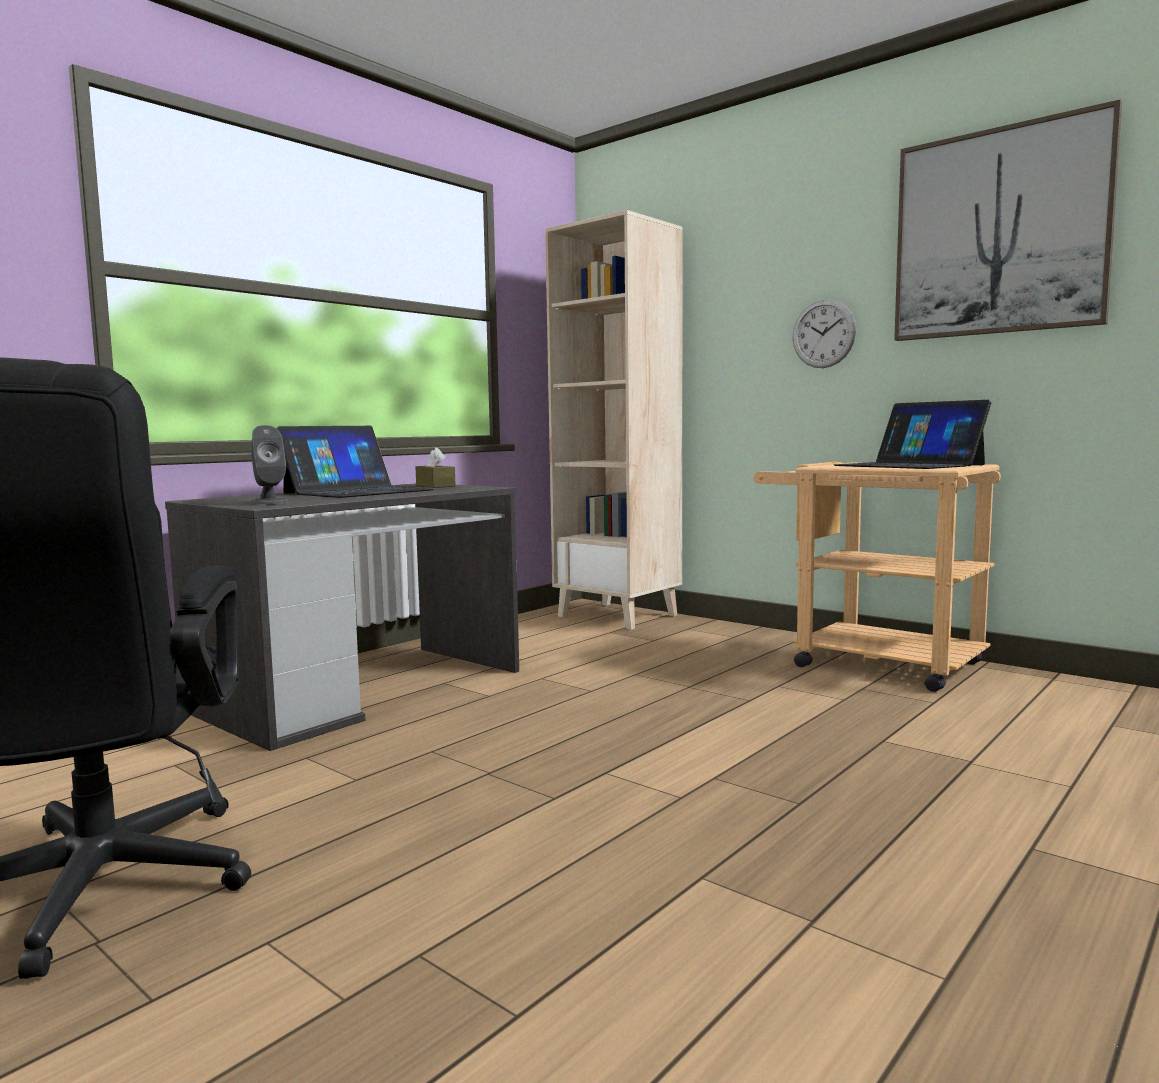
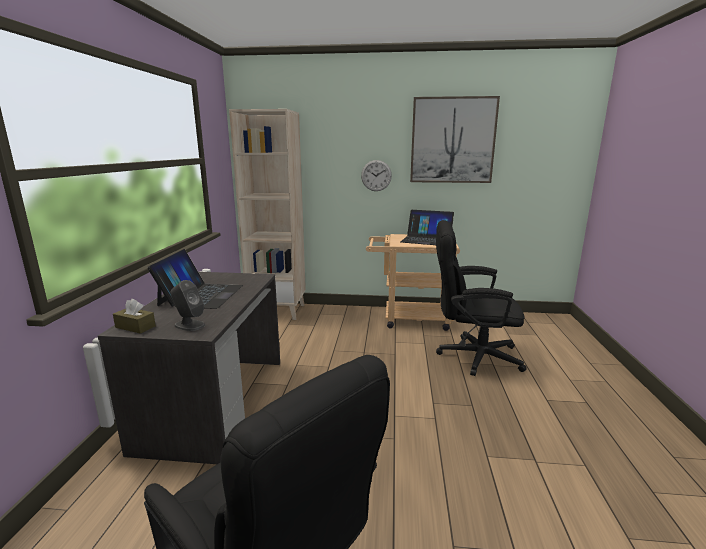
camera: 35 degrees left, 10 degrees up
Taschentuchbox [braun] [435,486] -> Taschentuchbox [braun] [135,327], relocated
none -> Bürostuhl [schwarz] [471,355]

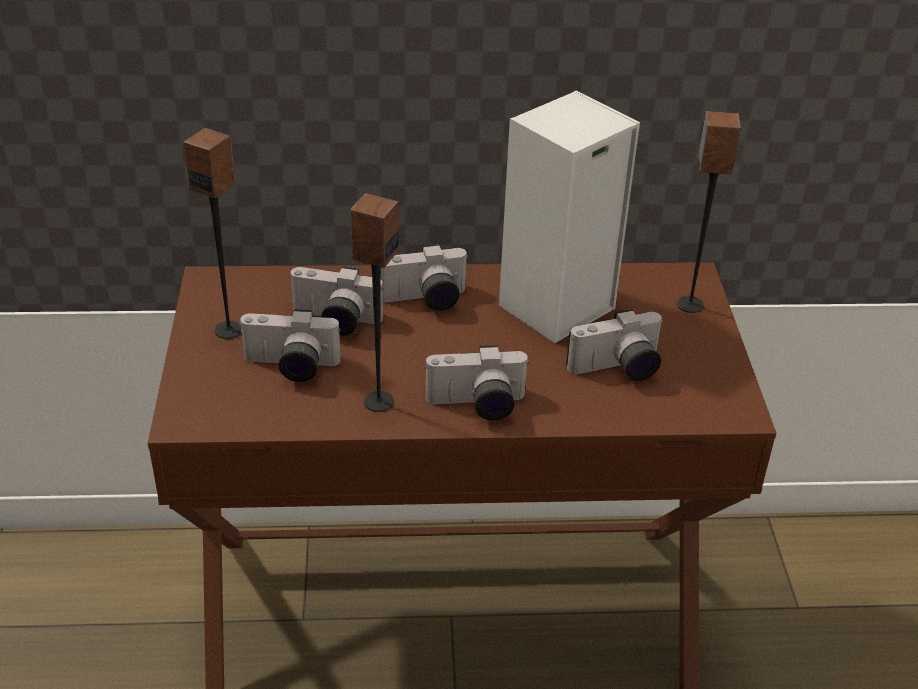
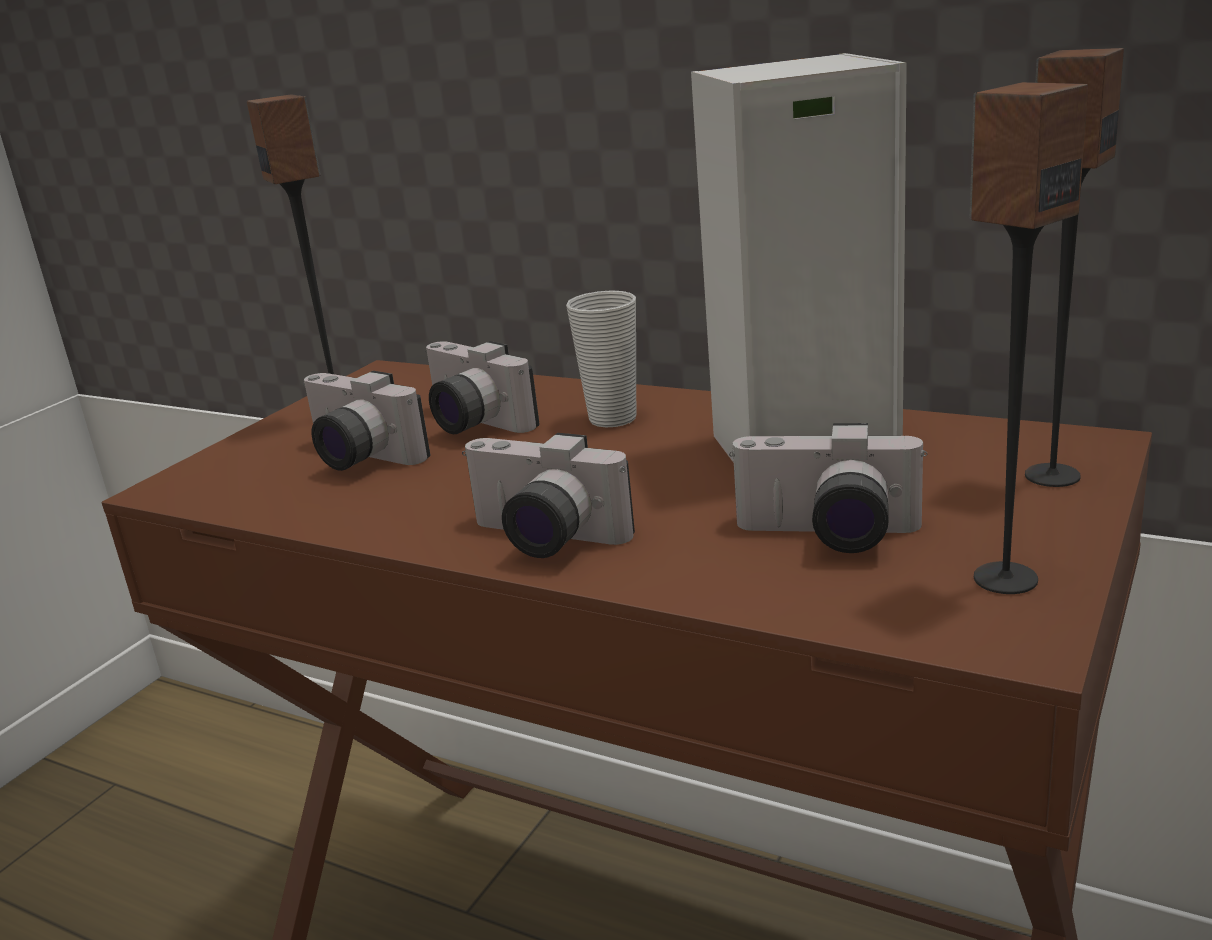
camera: 35 degrees right, 15 degrees down
Lautsprecher [378,401] -> Lautsprecher [1004,578], relocated
Kamera [424,301] -> Tasse [613,419]

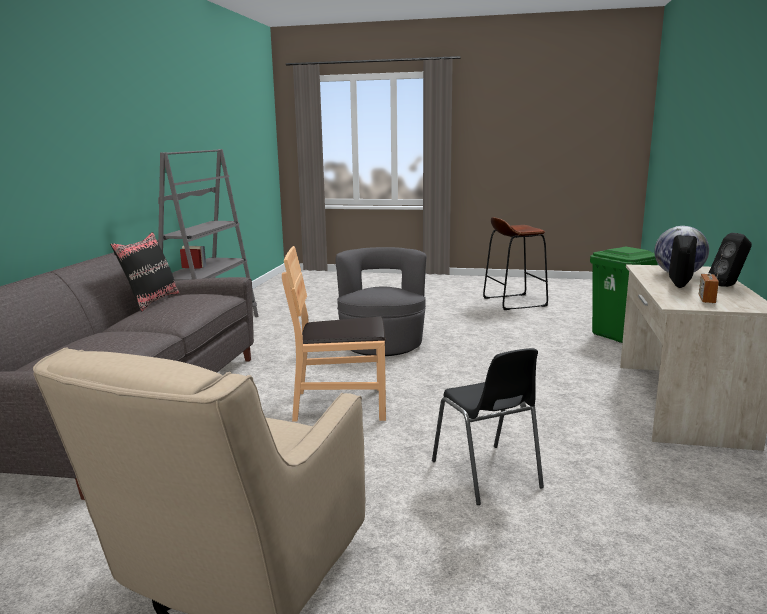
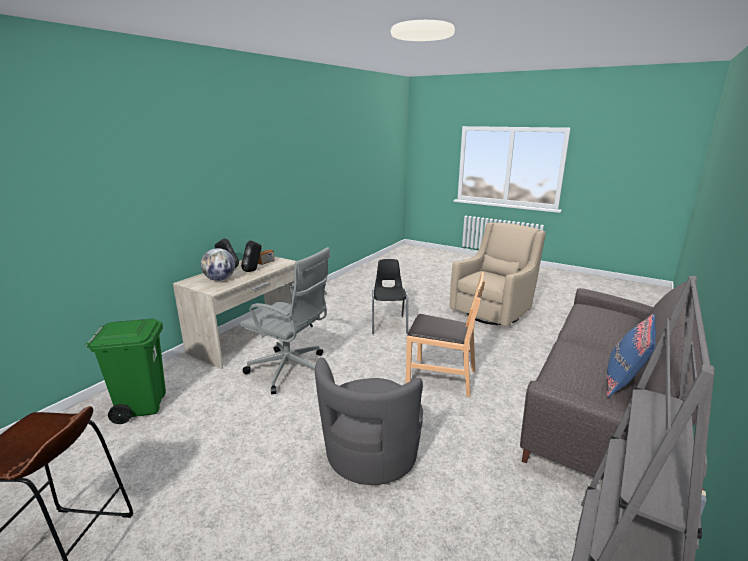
camera: 160 degrees left, 5 degrees up
Kissen [schwarz] [151,301] -> Kissen [blau] [623,383]
none -> Bürostuhl [grau] [291,370]

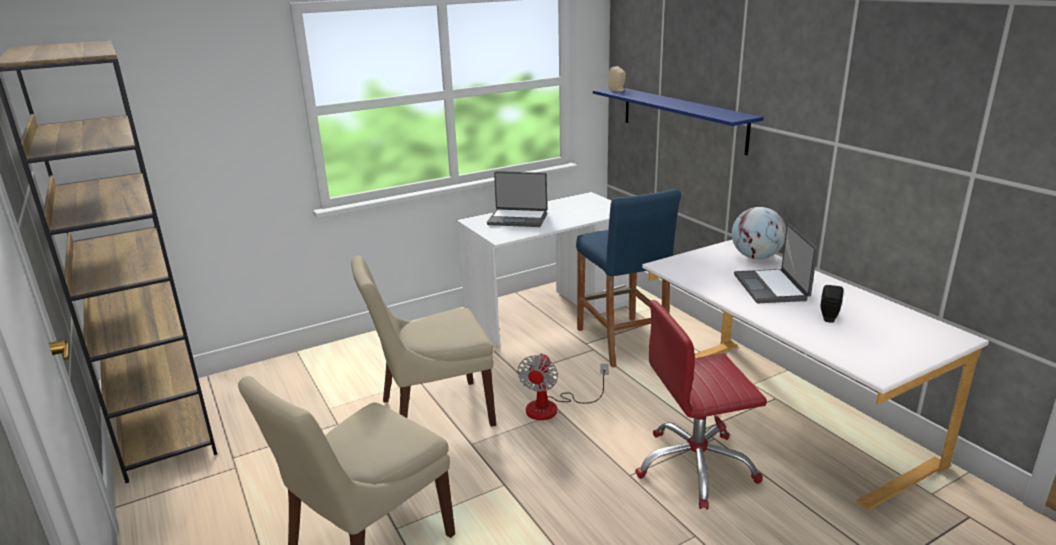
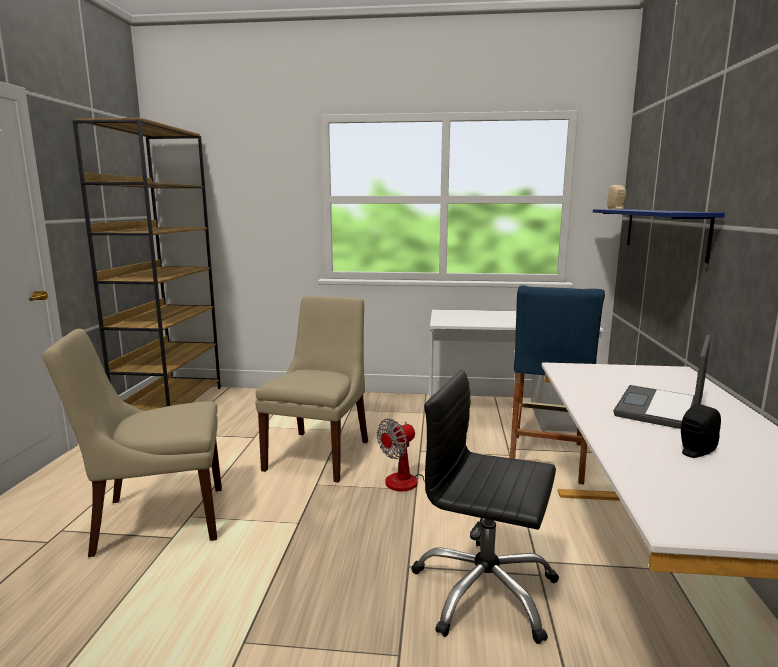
camera: 35 degrees right, 10 degrees down
Laptop [518,219] -> none
Globus [756,257] -> none
Stuhl [beige] [432,413] -> Stuhl [beige] [319,454], 90 degrees clockwise
Bürostuhl [rot] [695,467] -> Bürostuhl [schwarz] [484,591]

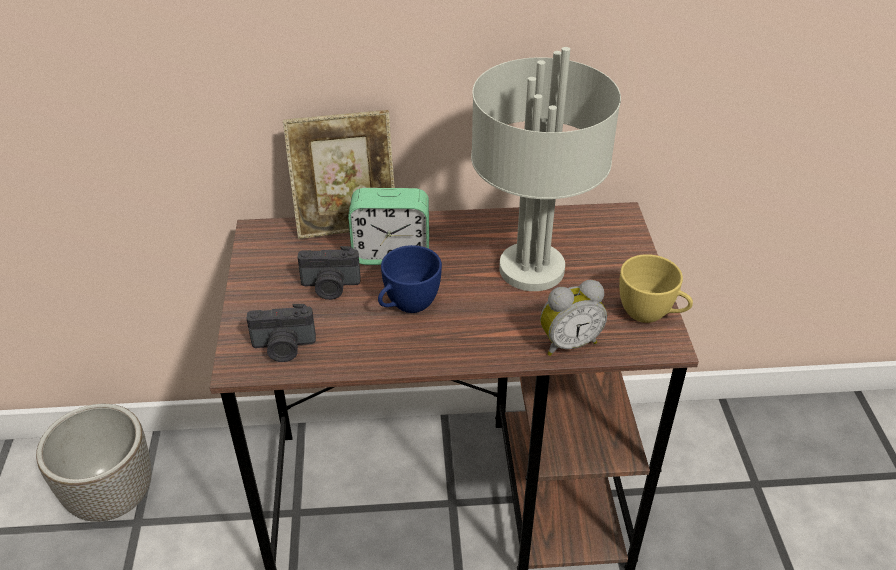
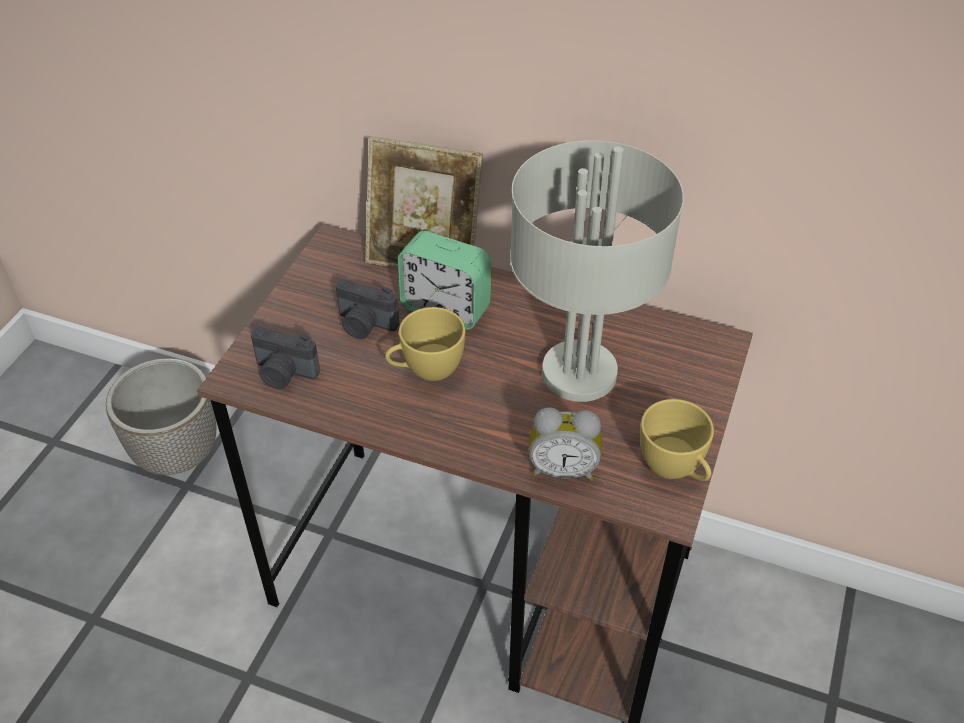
camera: 25 degrees right, 5 degrees up
Tasse [blau] [407,305] -> Tasse [gelb] [426,370]

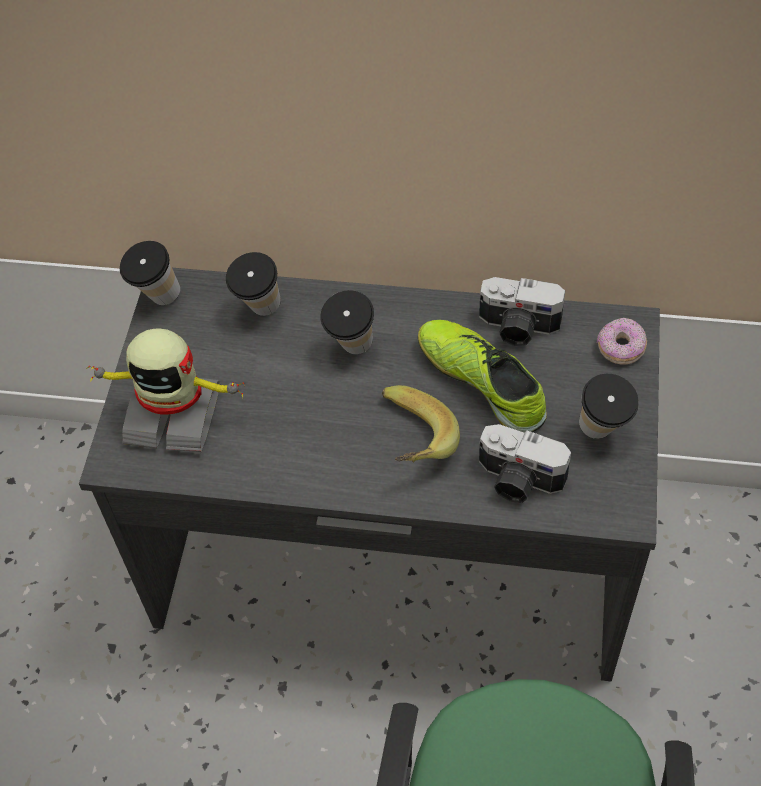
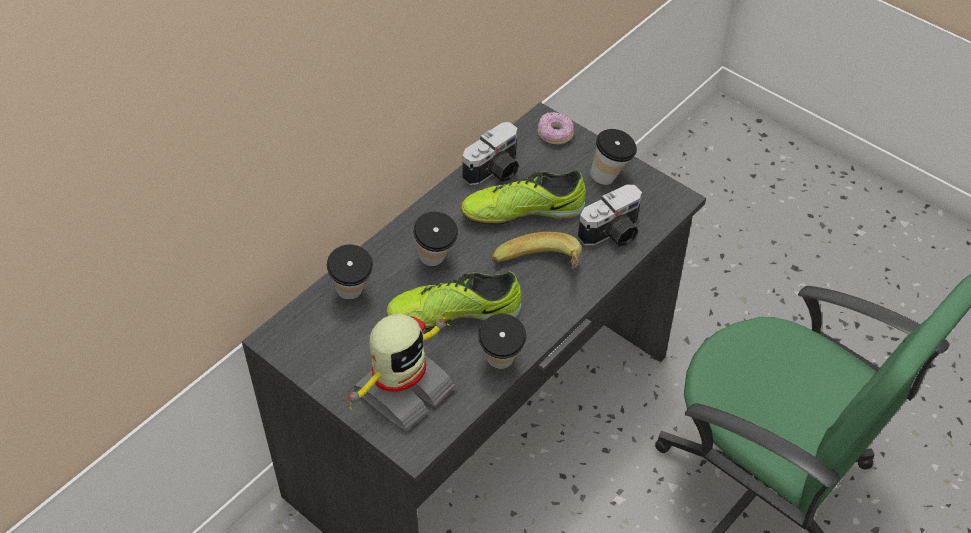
camera: 60 degrees left, 5 degrees down
Tasse [156,299] -> Tasse [501,366], relocated
none -> Schuh [454,313]

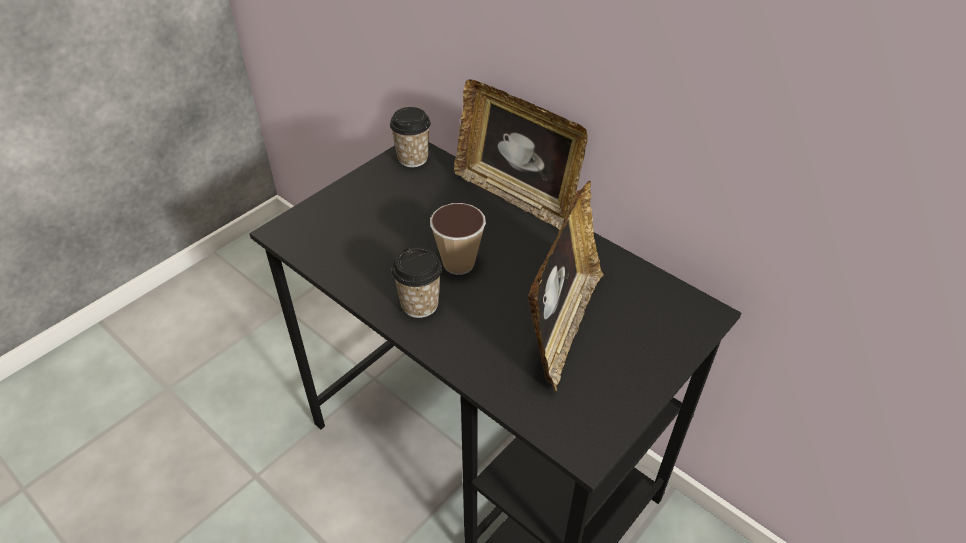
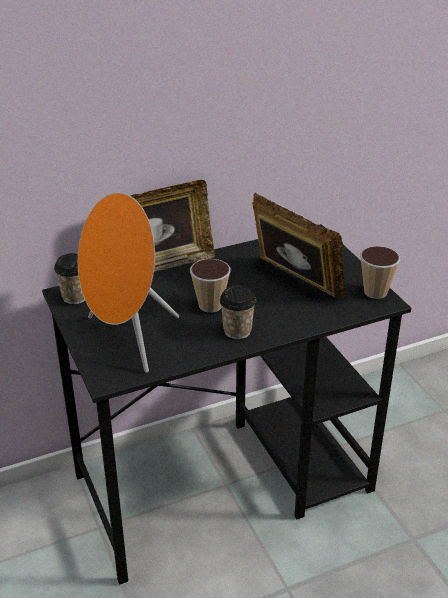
camera: 65 degrees left, 10 degrees down
none -> Lautsprecher [orange] [128,339]
none -> Tasse [375,292]

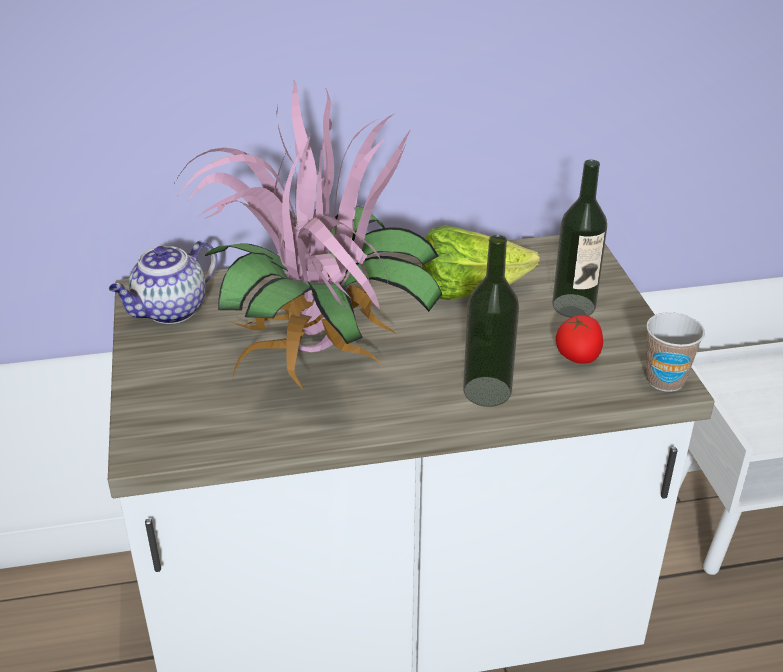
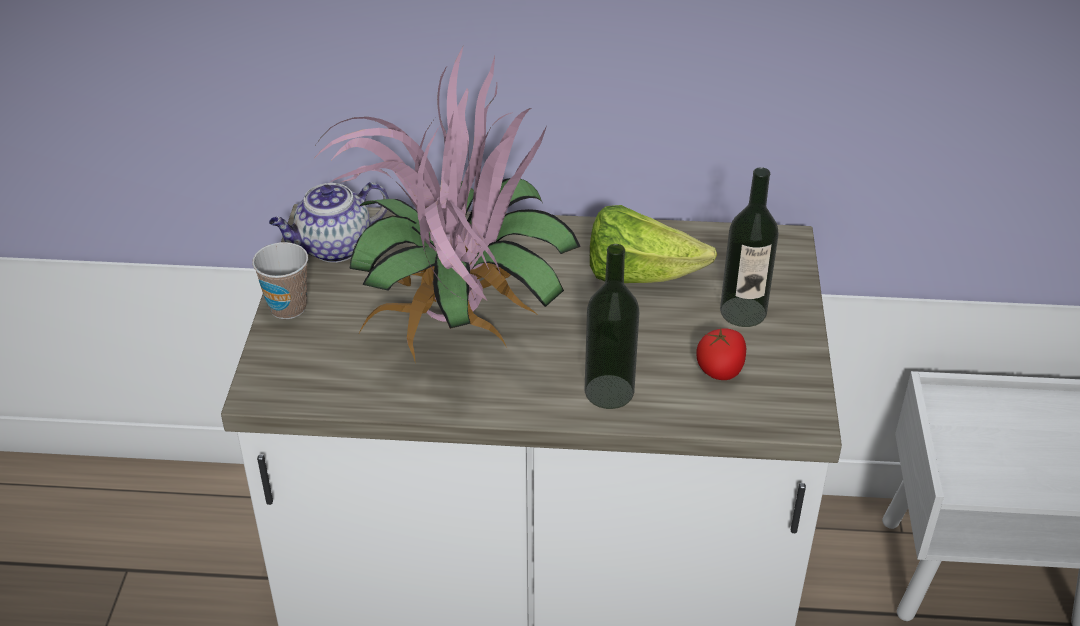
camera: 15 degrees right, 5 degrees up
Tasse [665,380] -> Tasse [288,307], relocated

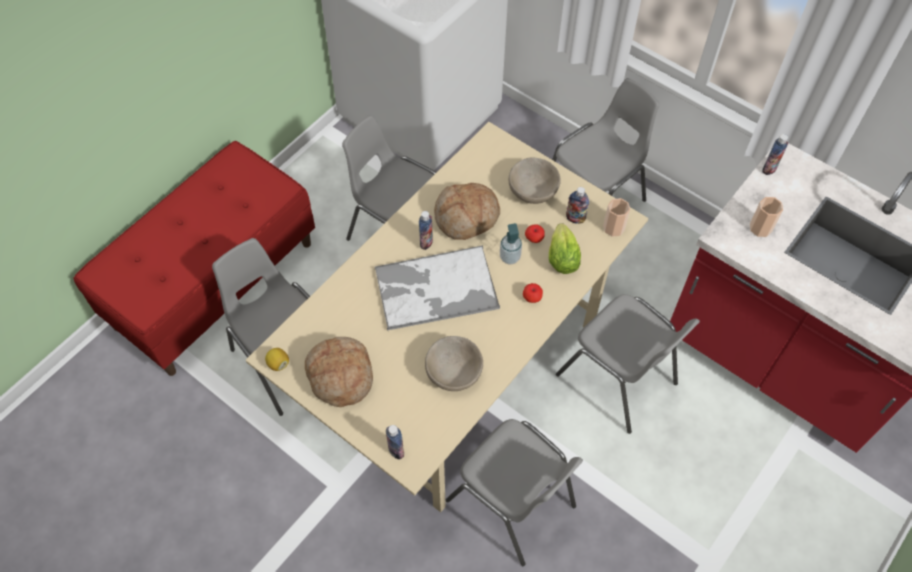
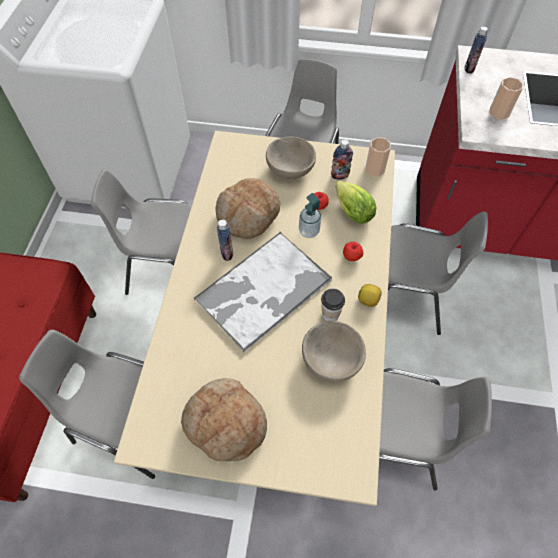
camera: 30 degrees left, 0 degrees up
Zitrone [278,364] -> Zitrone [368,300], relocated
Flasche [396,450] -> none
none -> Tasse [330,314]

